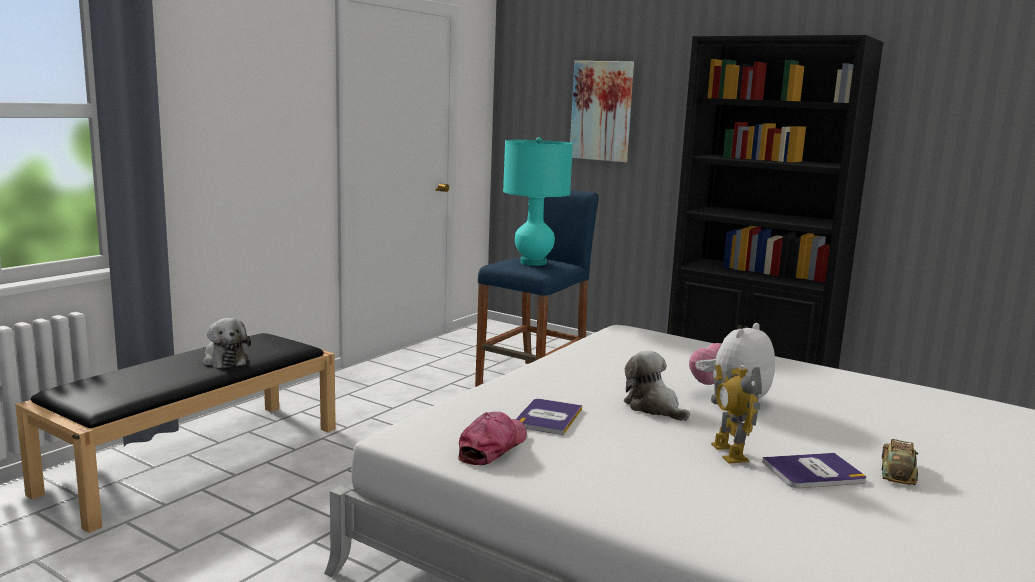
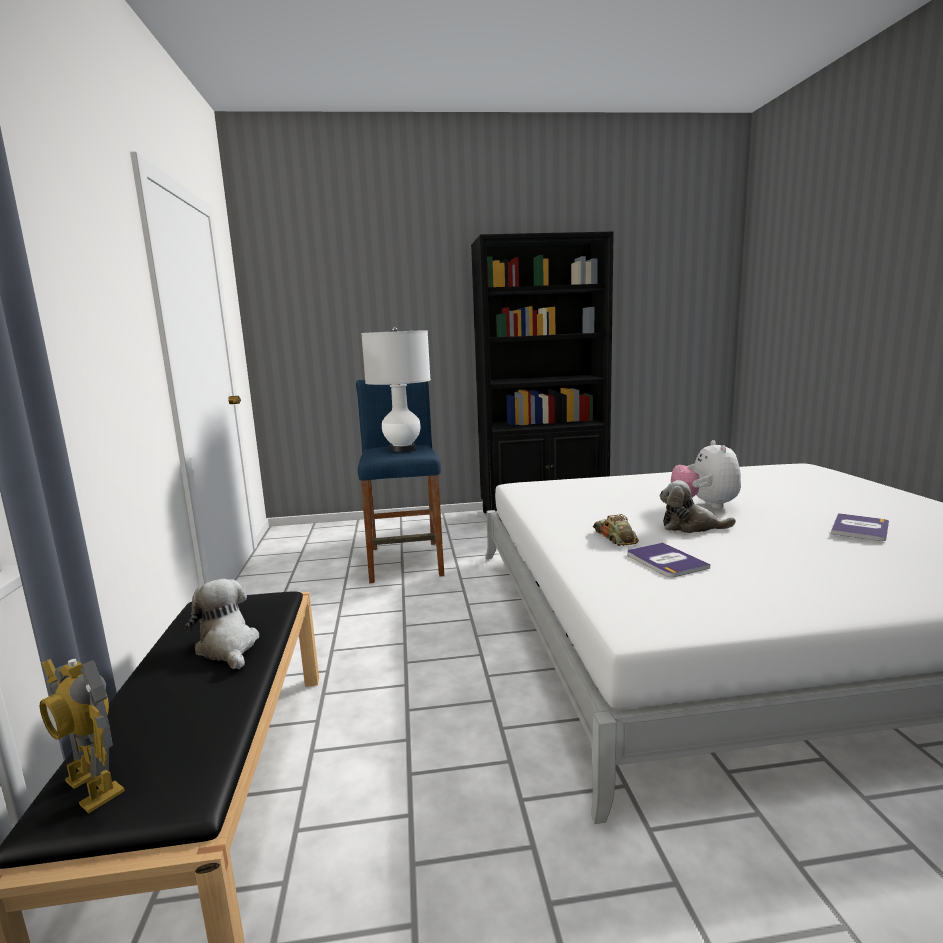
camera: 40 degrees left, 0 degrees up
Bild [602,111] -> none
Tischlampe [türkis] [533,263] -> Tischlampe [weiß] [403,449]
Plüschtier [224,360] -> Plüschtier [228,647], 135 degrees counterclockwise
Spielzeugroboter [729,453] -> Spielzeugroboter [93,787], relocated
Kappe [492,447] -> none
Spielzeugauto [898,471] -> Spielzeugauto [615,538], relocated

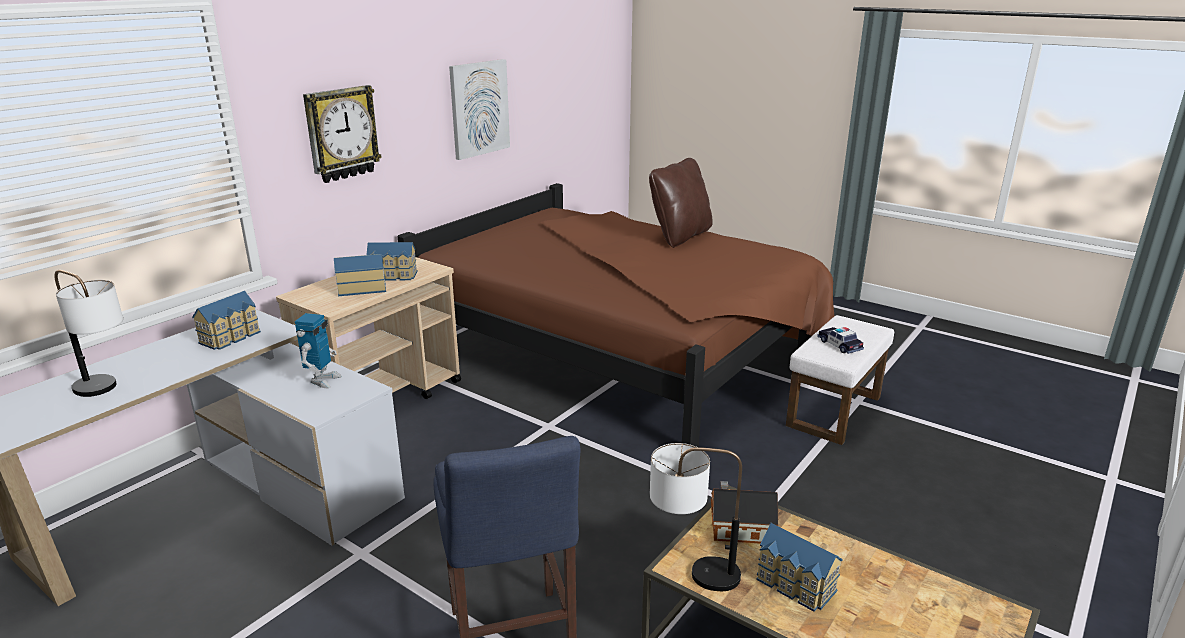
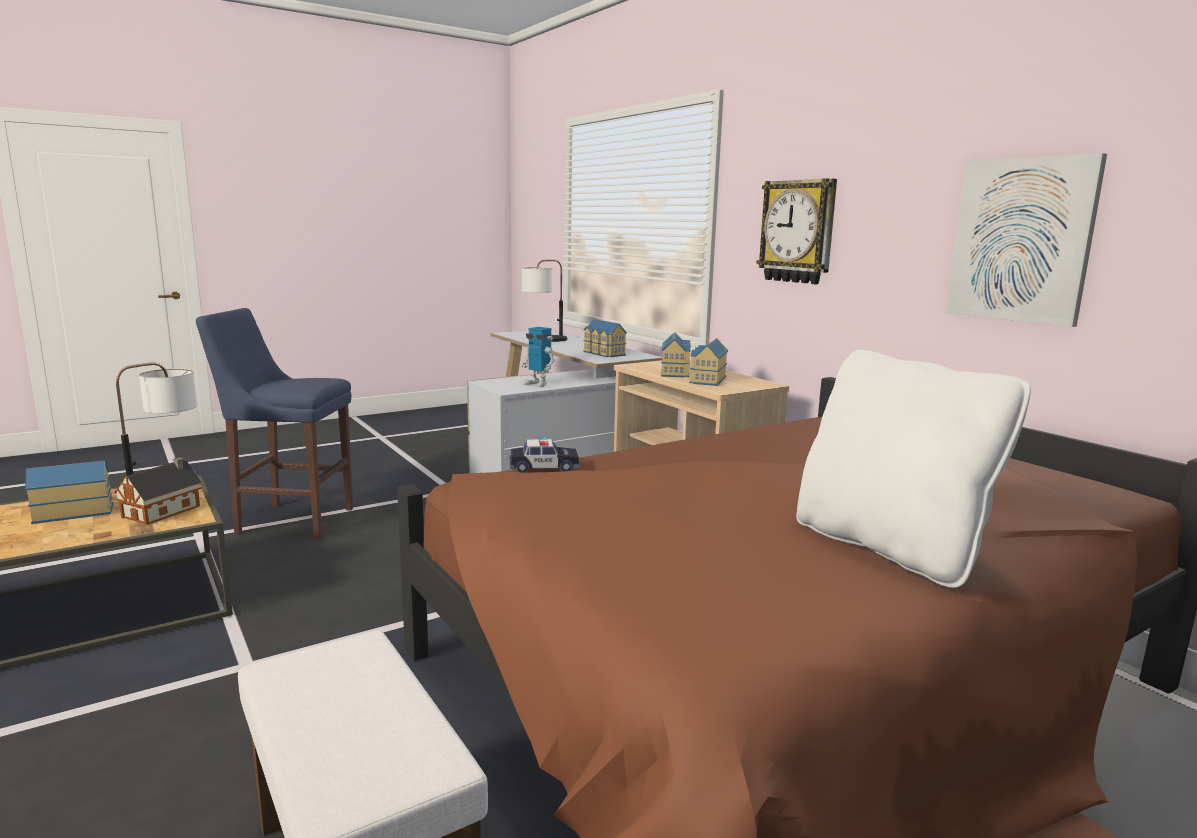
camera: 110 degrees right, 10 degrees down
Kissen [braun] [680,236] -> Kissen [weiß] [889,547]
Spielzeugauto [839,345] -> Spielzeugauto [544,467], relocated

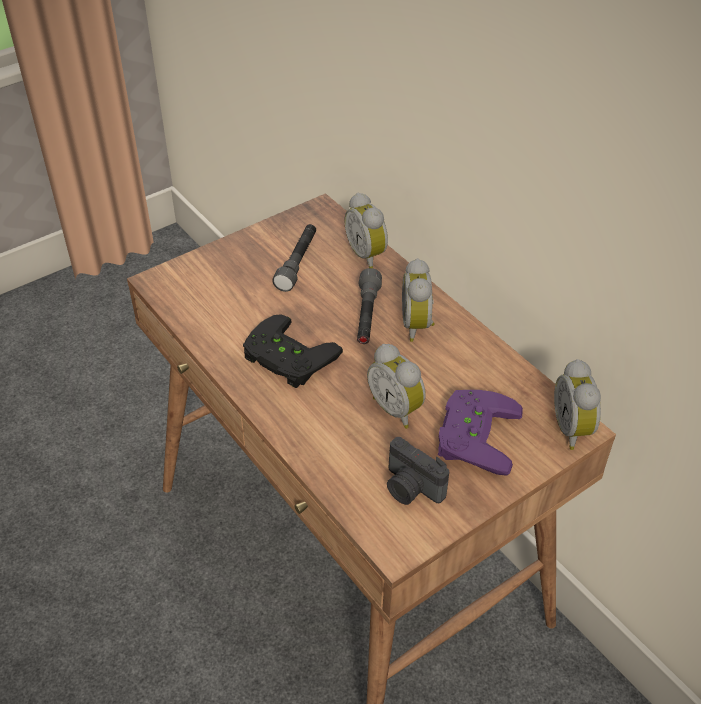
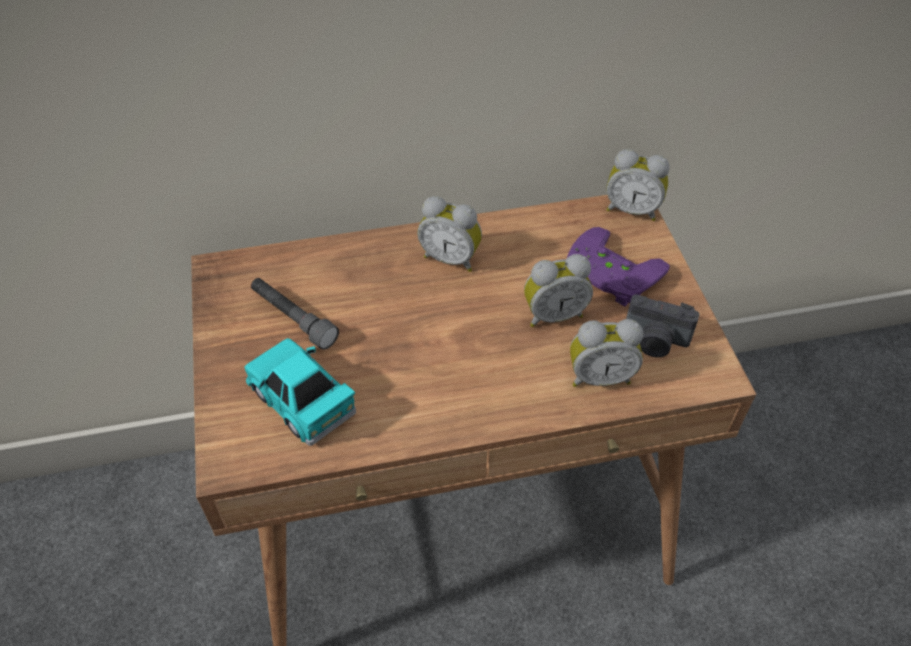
camera: 65 degrees left, 5 degrees up
Wecker [368,255] -> Wecker [599,376], relocated
Taschenlampe [grau] [367,315] -> none
Gamepad [schwarz] [285,359] -> none
Kamera [410,488] -> Kamera [655,341], 45 degrees clockwise
none -> Spielzeugauto [türkis] [302,400]

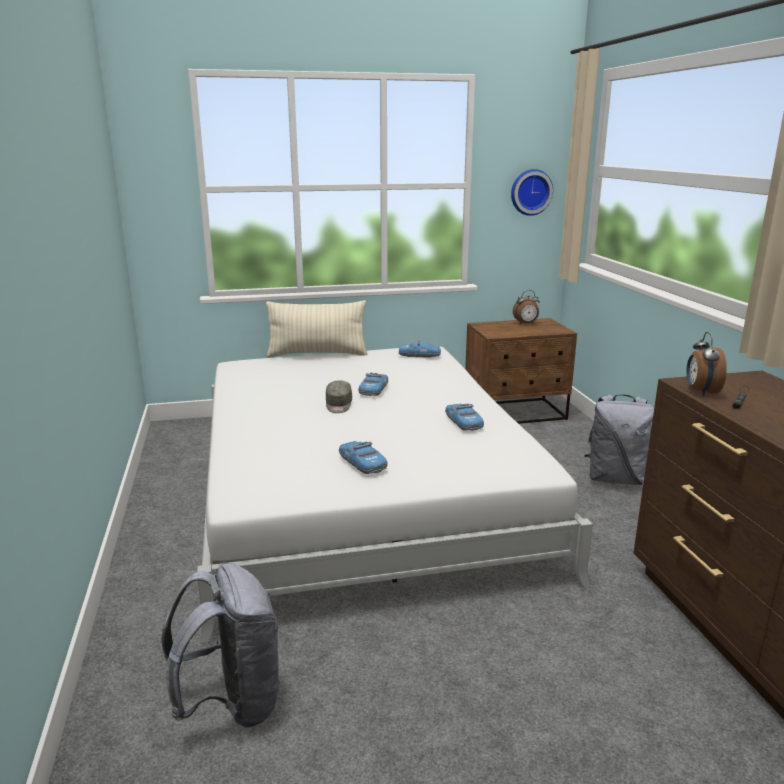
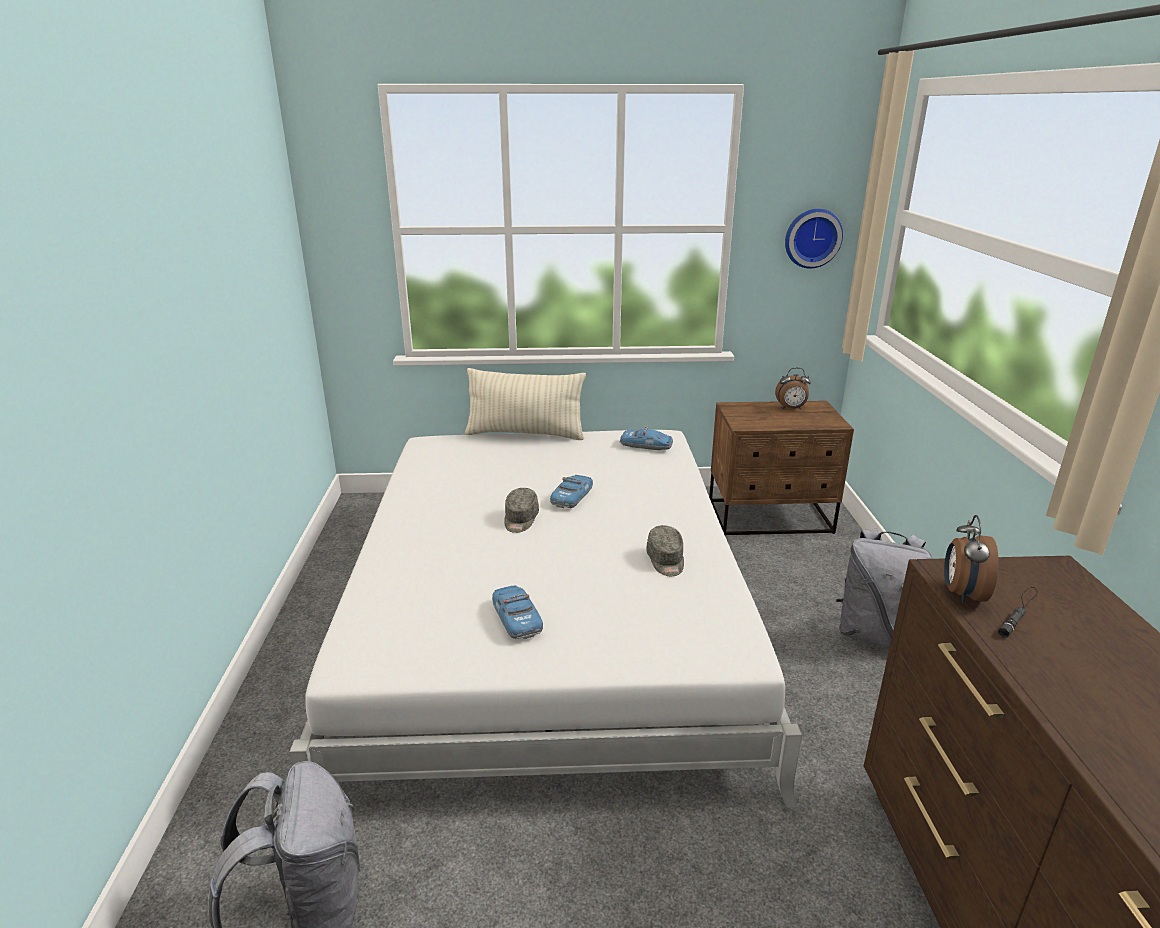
camera: 10 degrees right, 5 degrees up
Spielzeugauto [463,422] -> Kappe [grau] [666,561]

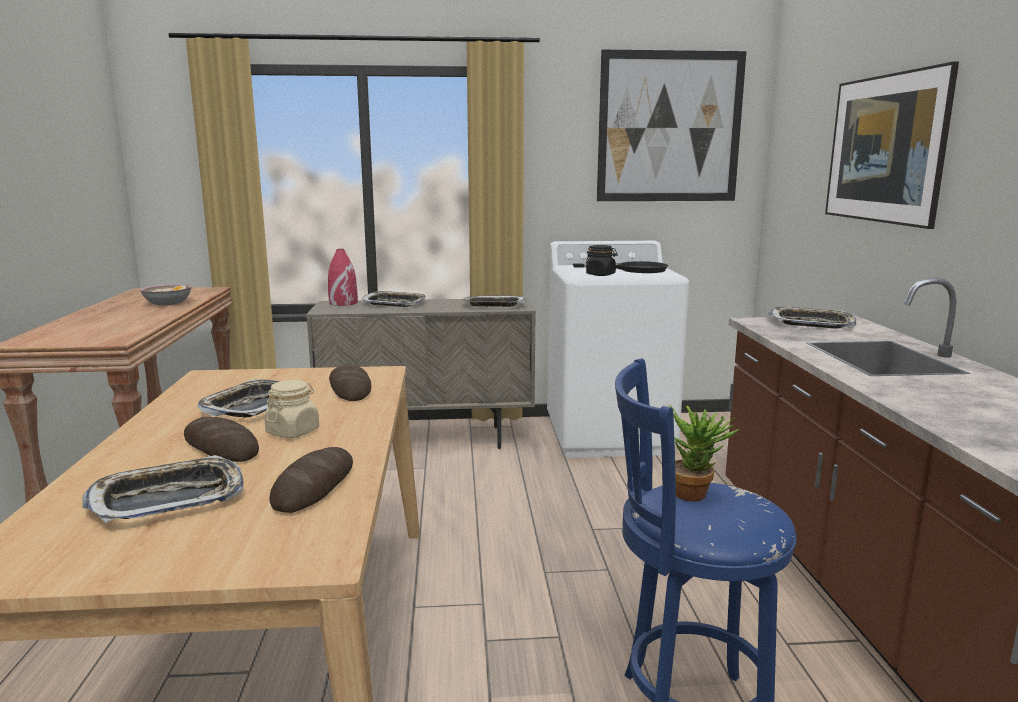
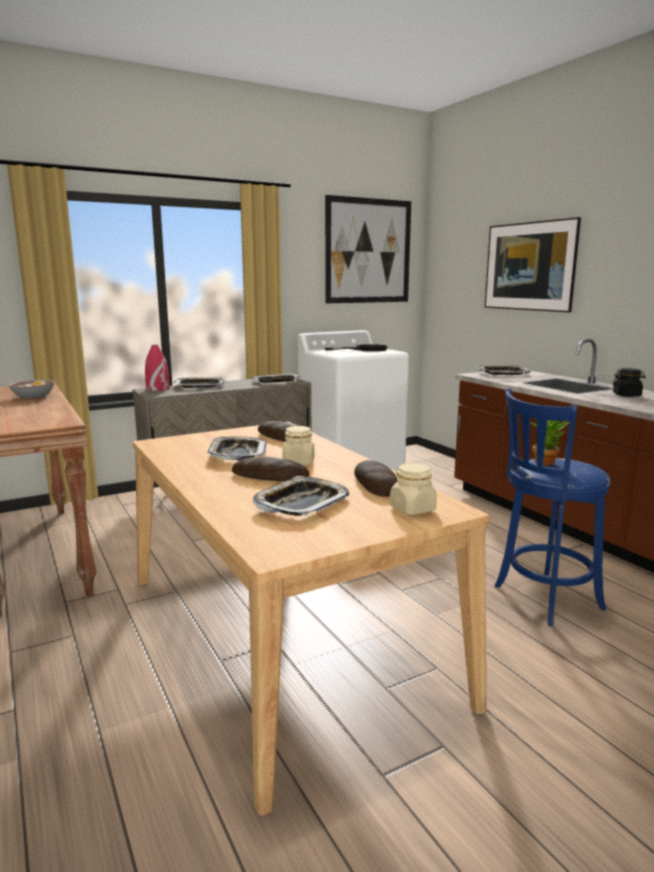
camera: 25 degrees left, 0 degrees up
Vorratsglas [schwarz] [601,274] -> Vorratsglas [schwarz] [627,395], relocated
none -> Vorratsglas [beige] [412,509]

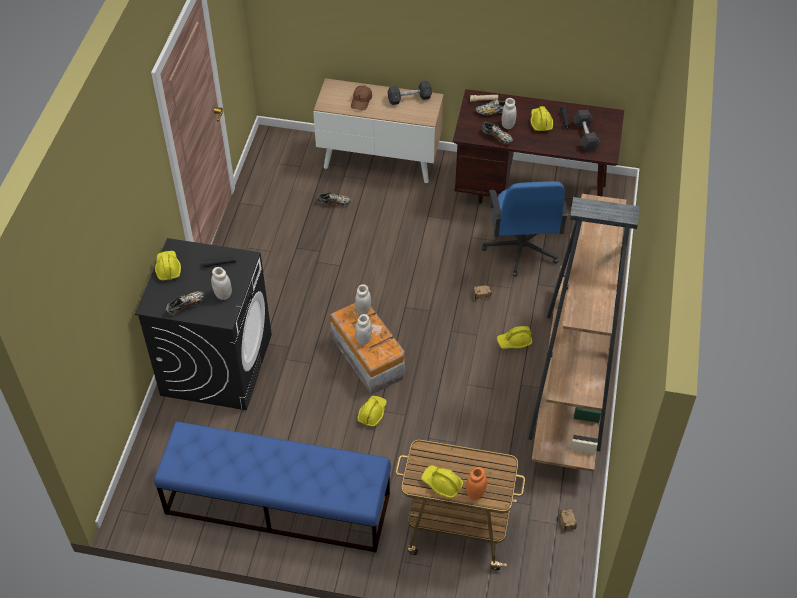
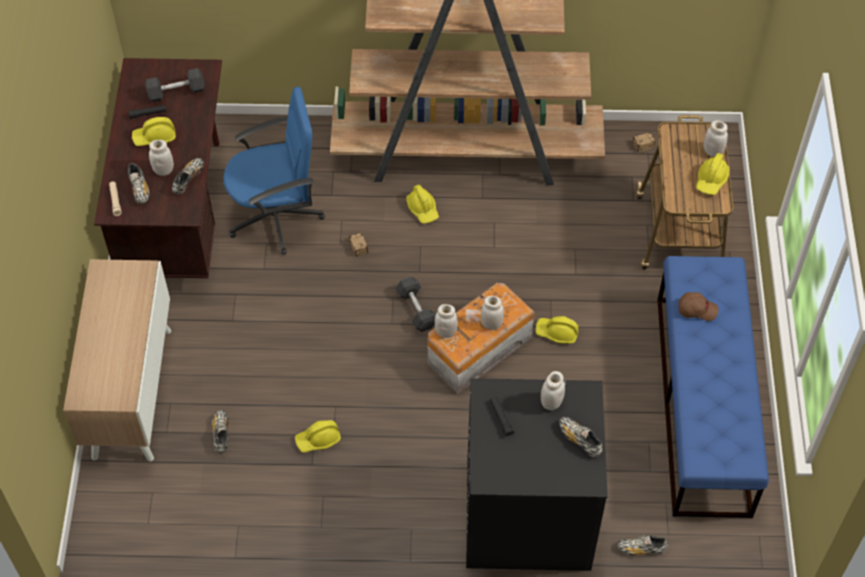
camera: 100 degrees left, 5 degrees up
Hantel [grau] [409,98] -> Hantel [grau] [416,309], relocated
Kappe [braun] [361,101] -> Kappe [braun] [697,309], relocated
Schutzhelm [gelb] [168,268] -> Schutzhelm [gelb] [318,439], relocated
Vorratsglas [orange] [475,493] -> Vorratsglas [weiß] [713,151]
none -> Schuh [641,549]

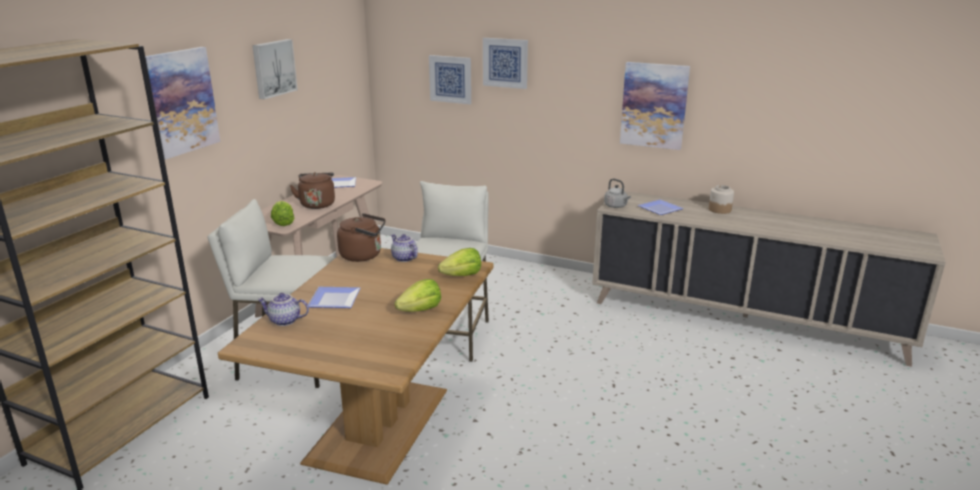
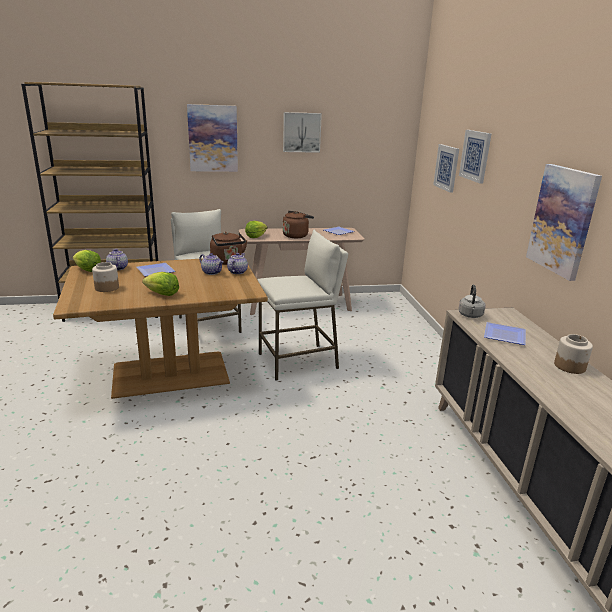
camera: 55 degrees right, 0 degrees up
Salatkopf [462,275] -> Salatkopf [87,270], relocated
none -> Teekanne [212,272]
none -> Vorratsglas [106,288]

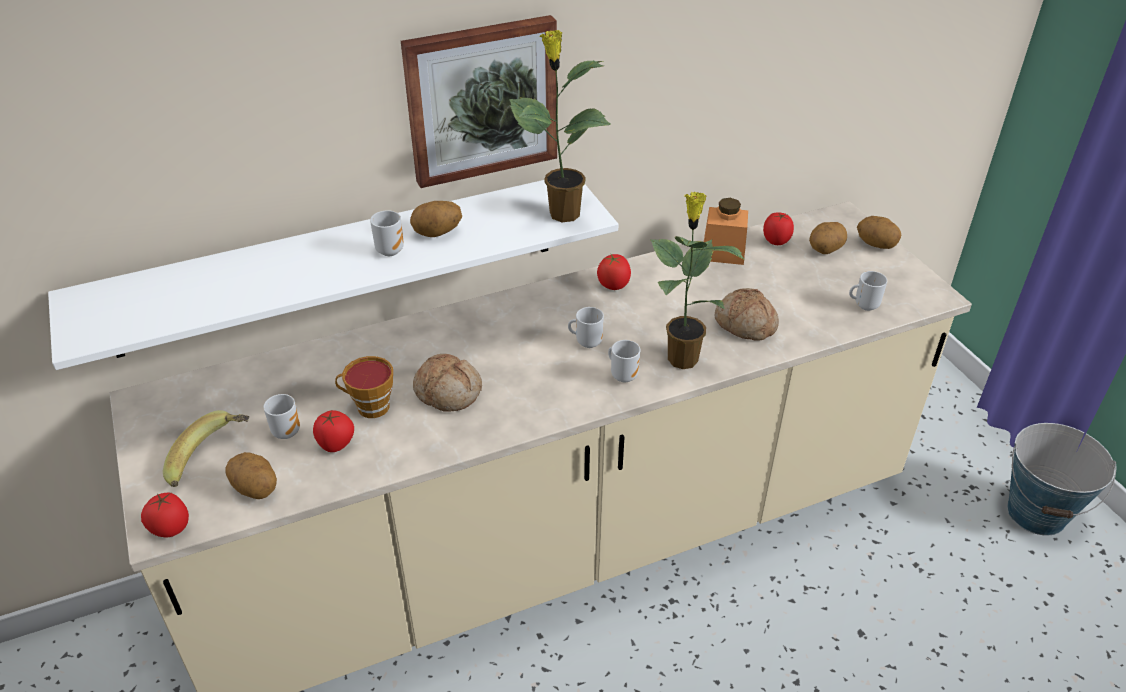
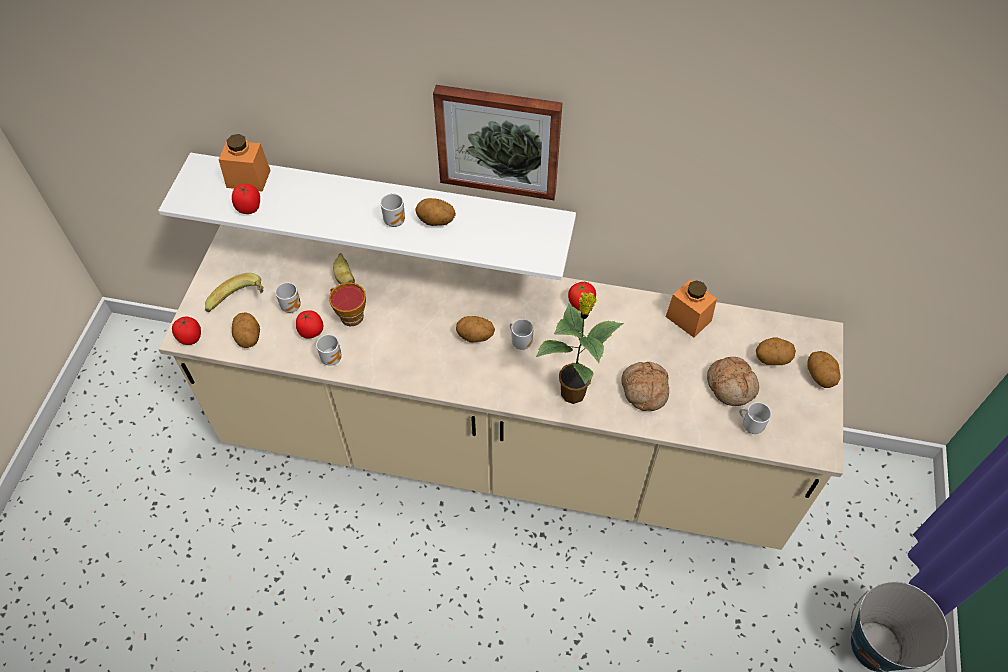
camera: 35 degrees right, 15 degrees up
Topfpflanze [562,214] -> none
Tomate [776,241] -> Tomate [249,208], relocated
Henkelbecher [623,375] -> Henkelbecher [332,358], relocated
Brot [449,391] -> Brot [731,385], relocated
none -> Vorratsglas [orange] [248,179]
none -> Banane [344,278]
none -> Kartoffel [475,337]

